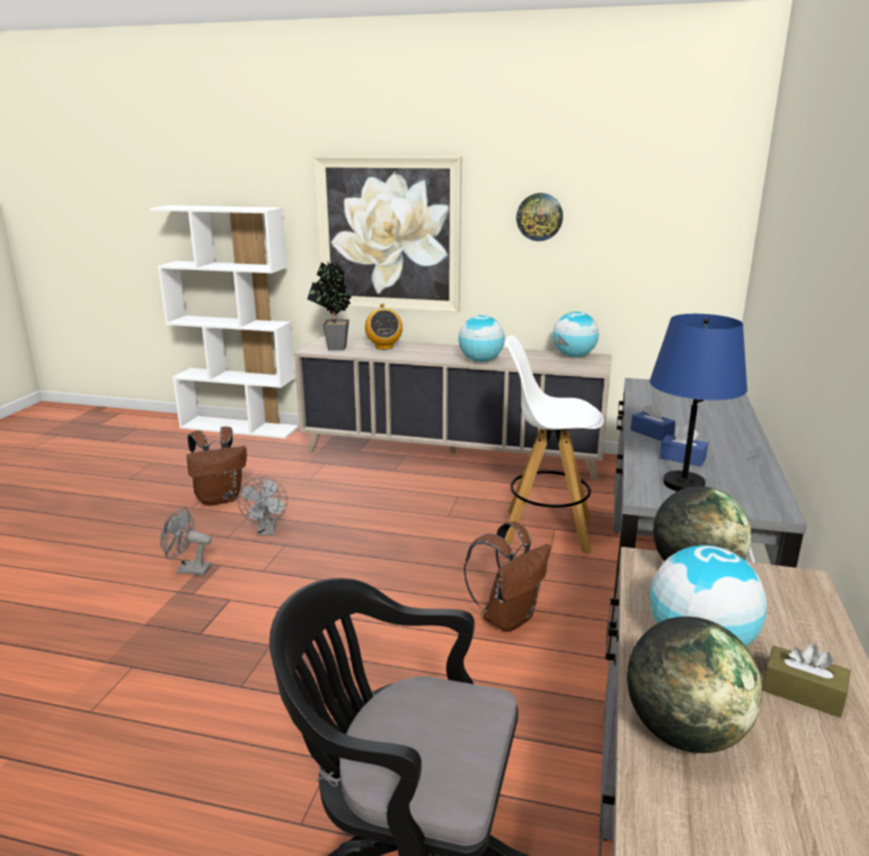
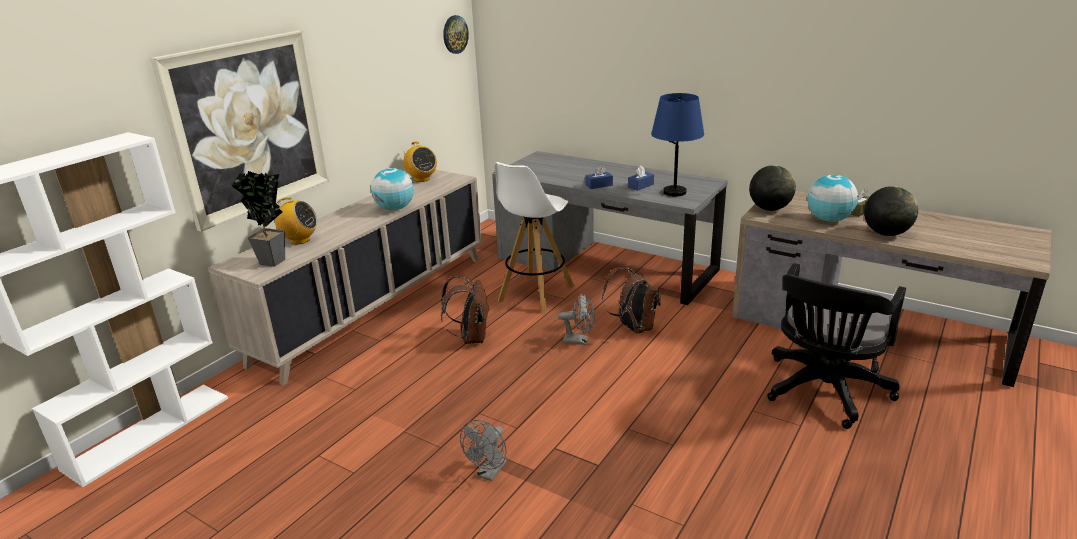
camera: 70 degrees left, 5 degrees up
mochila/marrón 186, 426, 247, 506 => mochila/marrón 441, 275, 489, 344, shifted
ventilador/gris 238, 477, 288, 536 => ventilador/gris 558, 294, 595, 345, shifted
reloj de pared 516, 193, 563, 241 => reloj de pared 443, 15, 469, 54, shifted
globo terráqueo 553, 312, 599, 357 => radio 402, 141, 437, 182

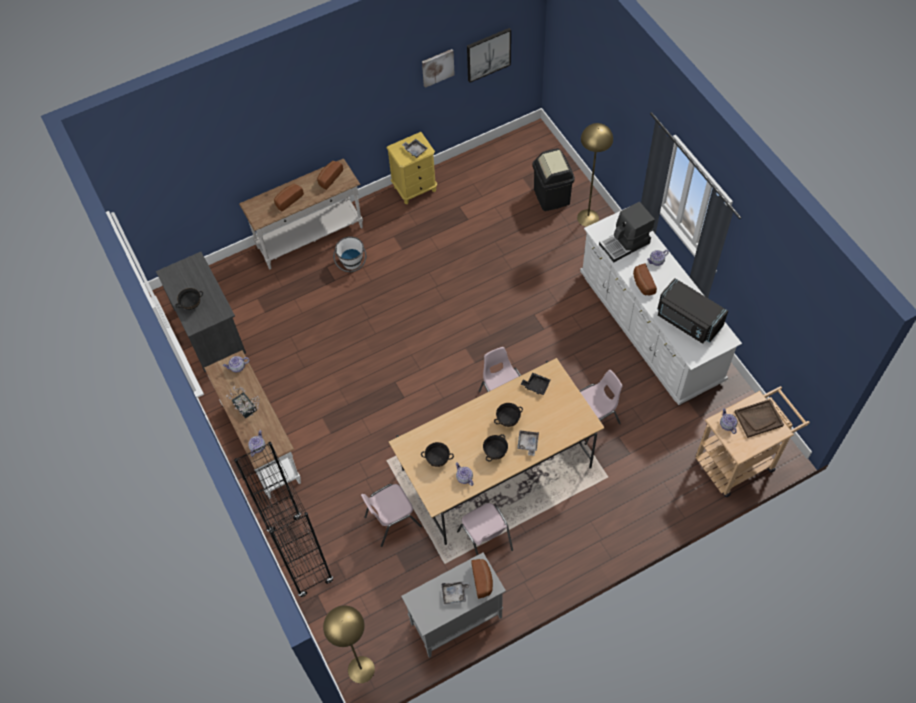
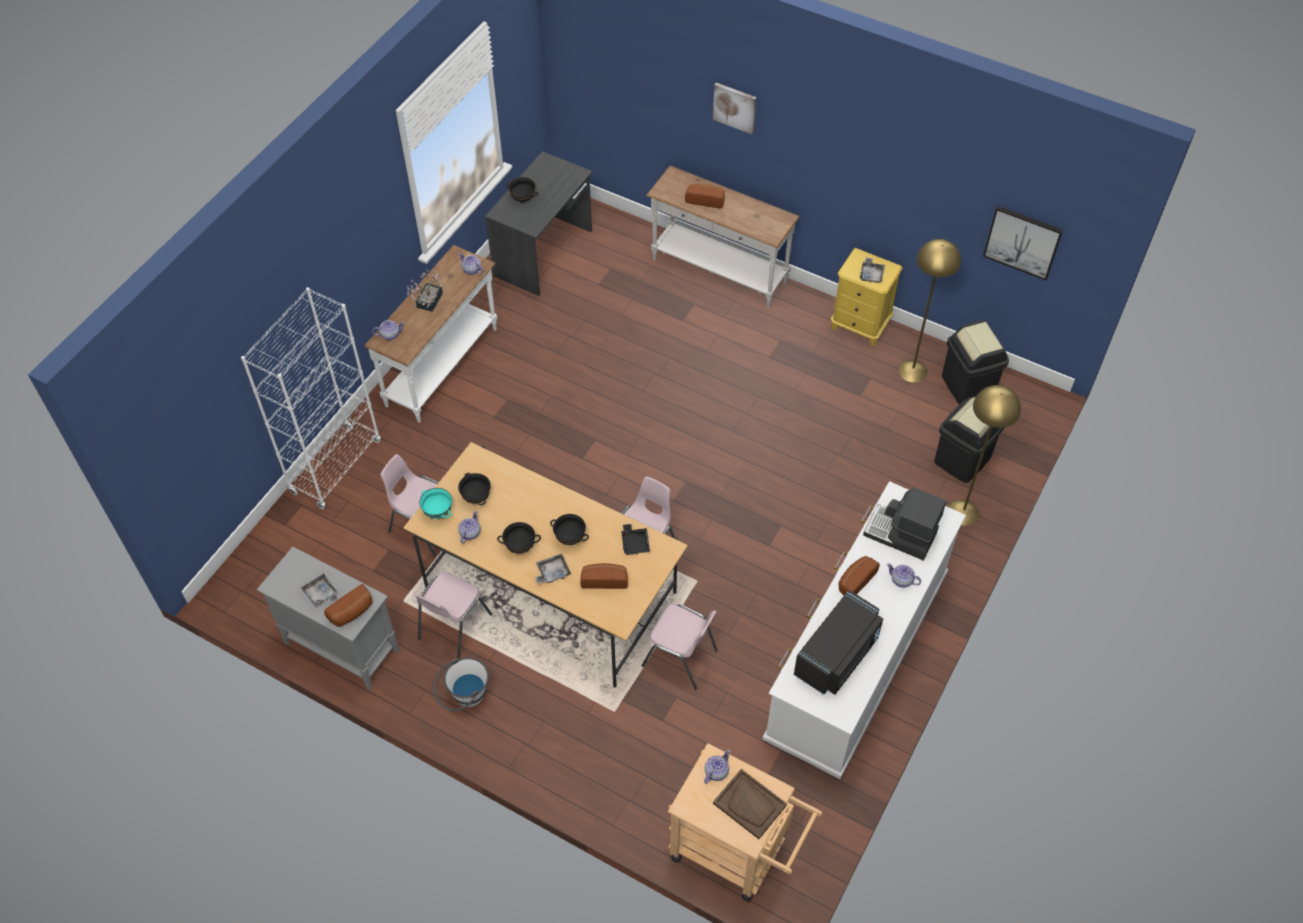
camera: 55 degrees right, 5 degrees down
nothing => cuenco/turquesa 419, 488, 452, 519
nothing => papelera/negro 942, 320, 1009, 405
pan 317, 161, 343, 190 => pan 580, 563, 628, 589, shifted
lámpara de pie/amarillo 323, 605, 375, 683 => lámpara de pie/amarillo 898, 239, 961, 383, shifted
cubo/blanco 333, 236, 366, 272 => cubo/blanco 433, 657, 489, 711, shifted
cuadro 422, 49, 455, 88 => cuadro 713, 83, 756, 134, shifted
estantería/negro 234, 442, 333, 597 => estantería/blanco 241, 287, 381, 510
microondas/negro 657, 278, 728, 344 => microondas/negro 794, 590, 883, 695, 150 degrees counterclockwise

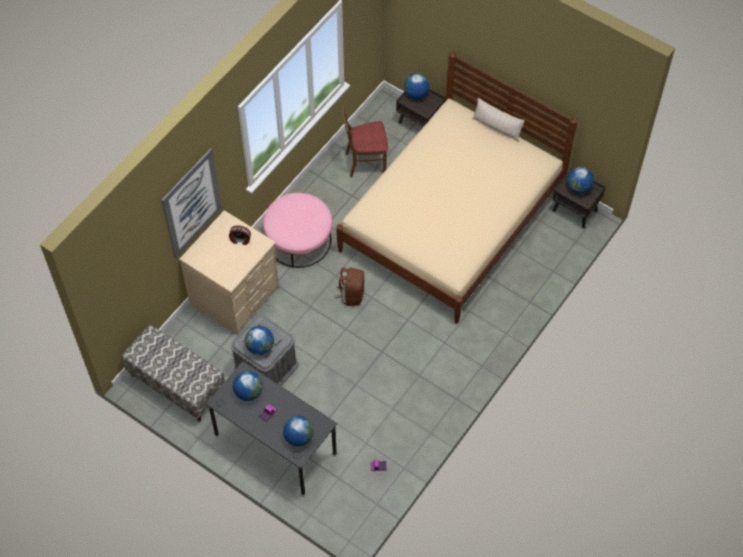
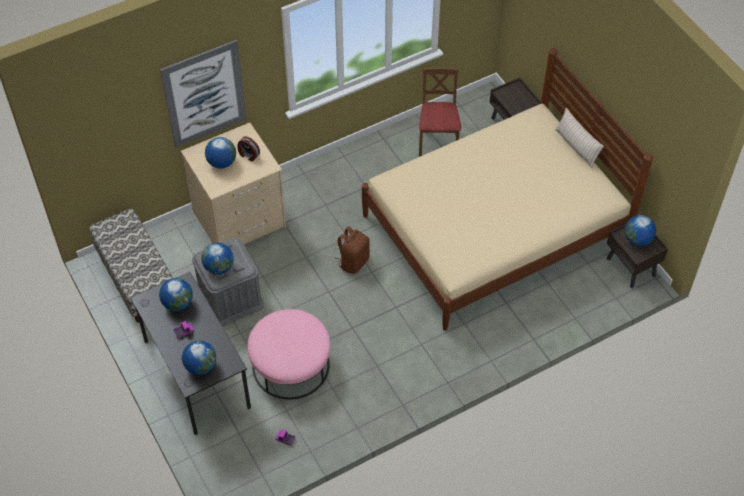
camera: 25 degrees right, 5 degrees down
puf/rosa 263, 193, 332, 268 => puf/rosa 247, 309, 330, 400, shifted
globo terráqueo 404, 73, 430, 99 => globo terráqueo 205, 137, 236, 169, shifted
silla/marrón 342, 105, 388, 177 => silla/marrón 419, 68, 461, 157, 75 degrees clockwise

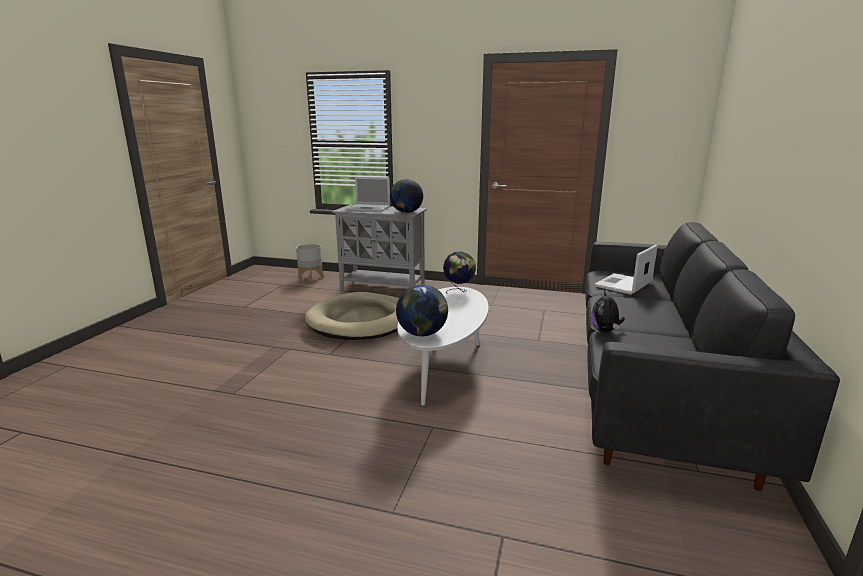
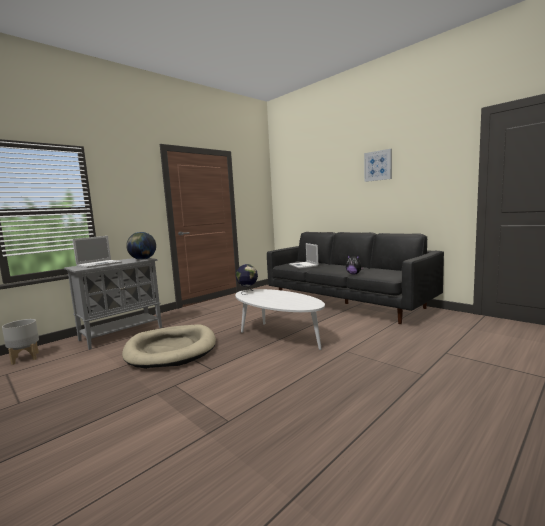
camera: 60 degrees left, 10 degrees down
globo terráqueo 396, 285, 448, 336 => nothing
nothing => cuadro 364, 149, 392, 182

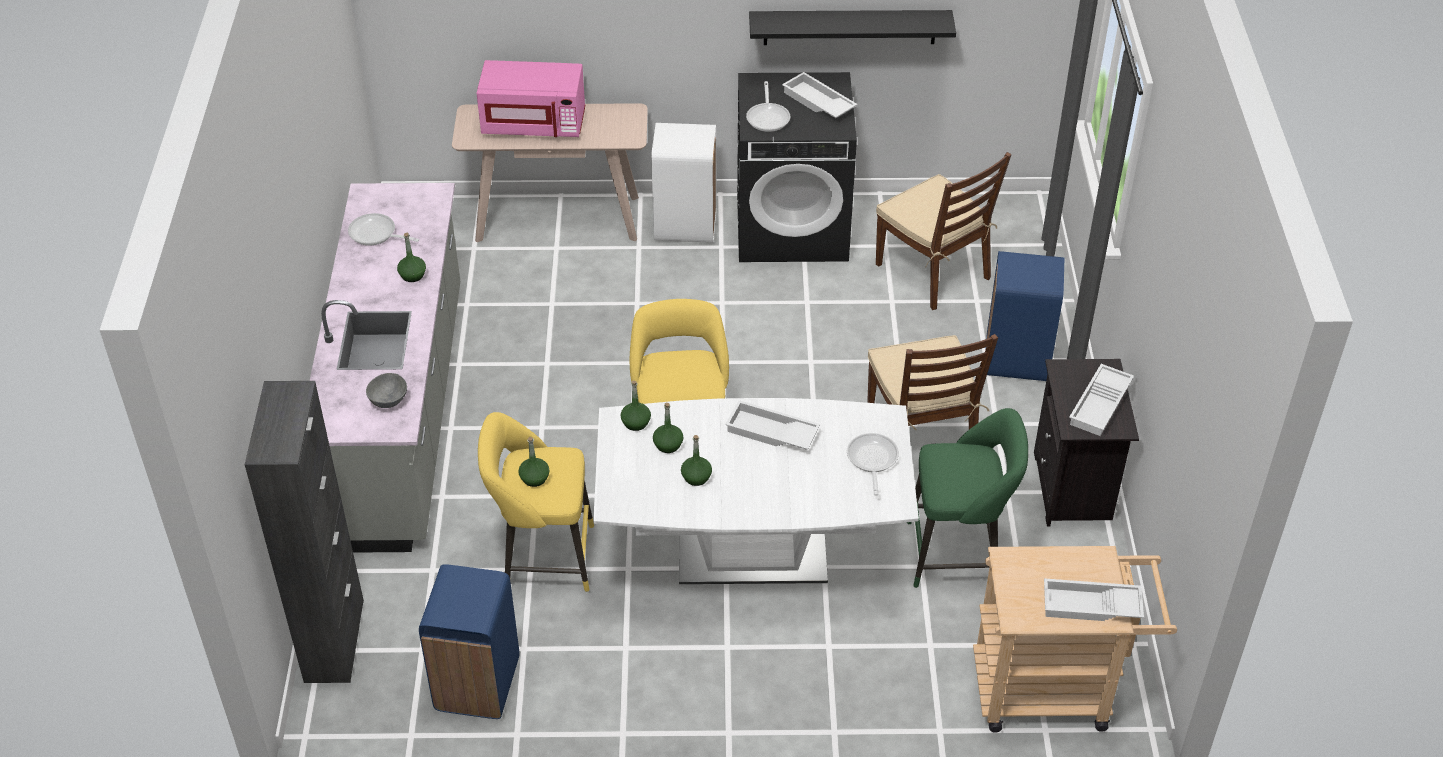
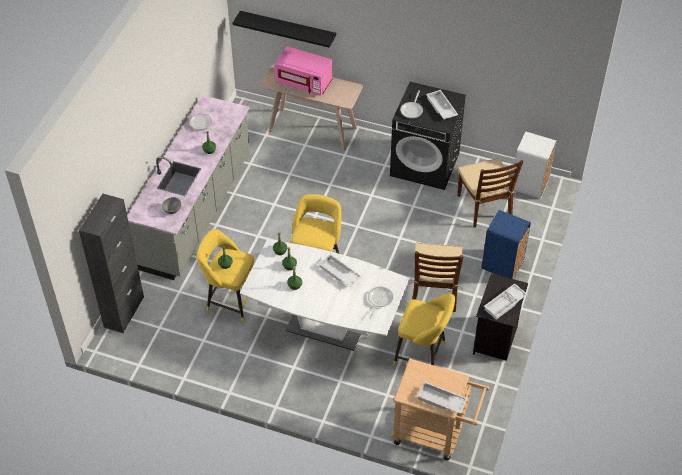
camera: 20 degrees right, 5 degrees up
papelera/azul 419, 564, 520, 719 => nothing
papelera/blanco 651, 123, 716, 243 => papelera/blanco 513, 132, 557, 199, shifted
estante/negro 749, 10, 956, 45 => estante/negro 232, 11, 336, 48, shifted
taburete/verde 907, 408, 1028, 588 => taburete/amarillo 393, 294, 455, 366

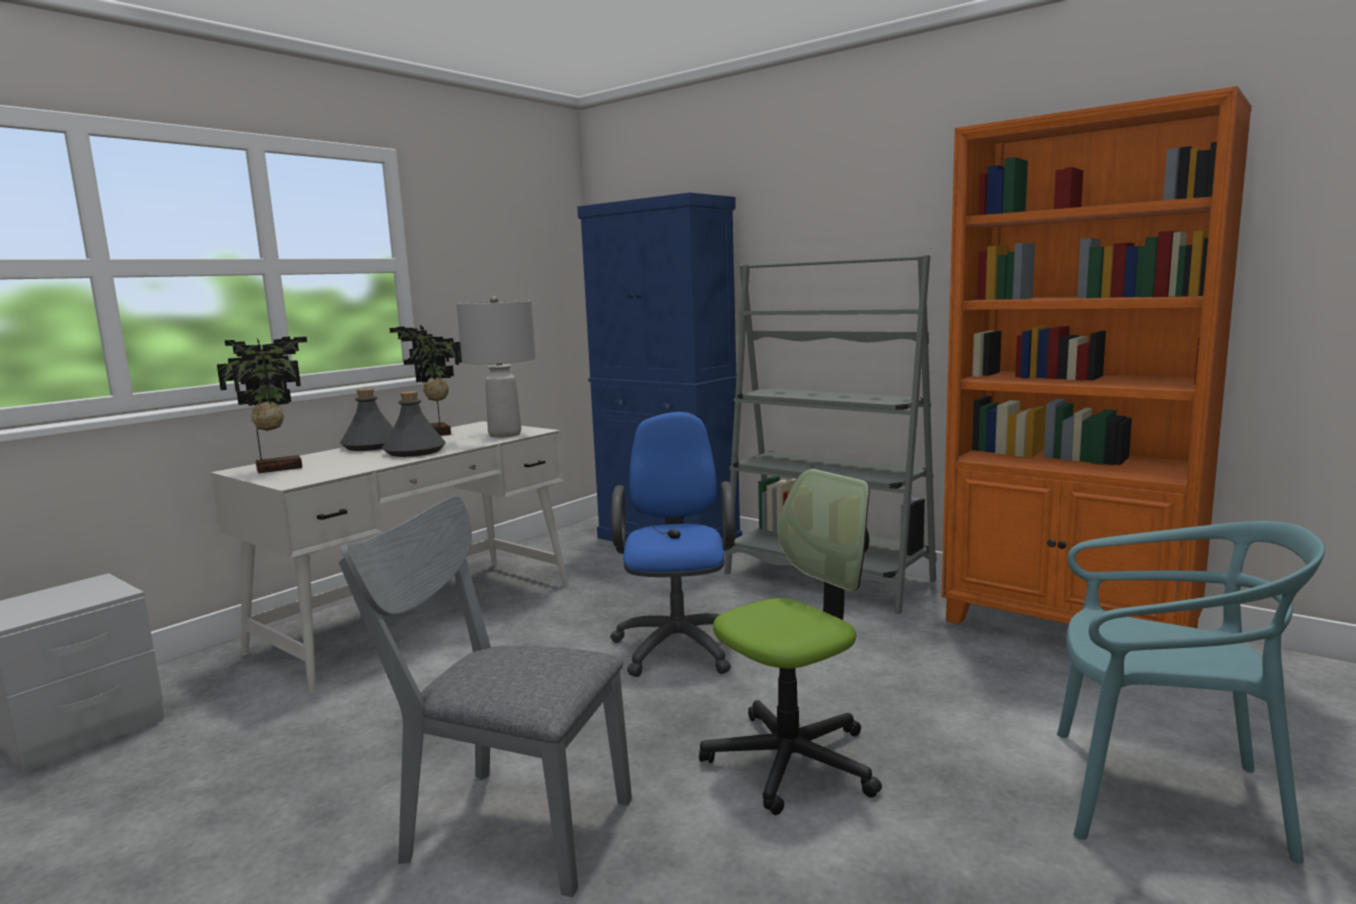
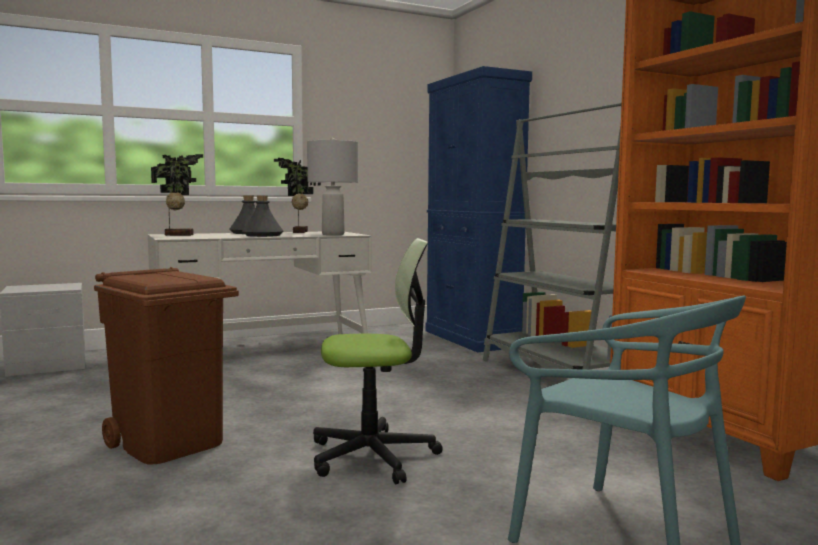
camera: 25 degrees right, 5 degrees down
silla de oficina/azul 610, 412, 735, 677 => nothing
silla/gris 338, 496, 632, 897 => papelera/marrón 94, 267, 239, 464

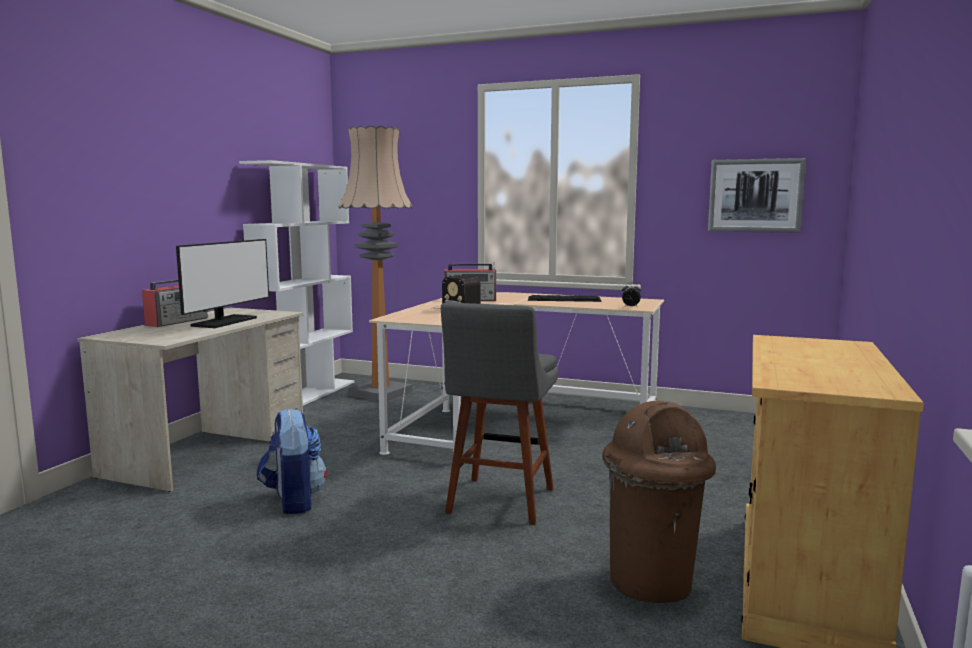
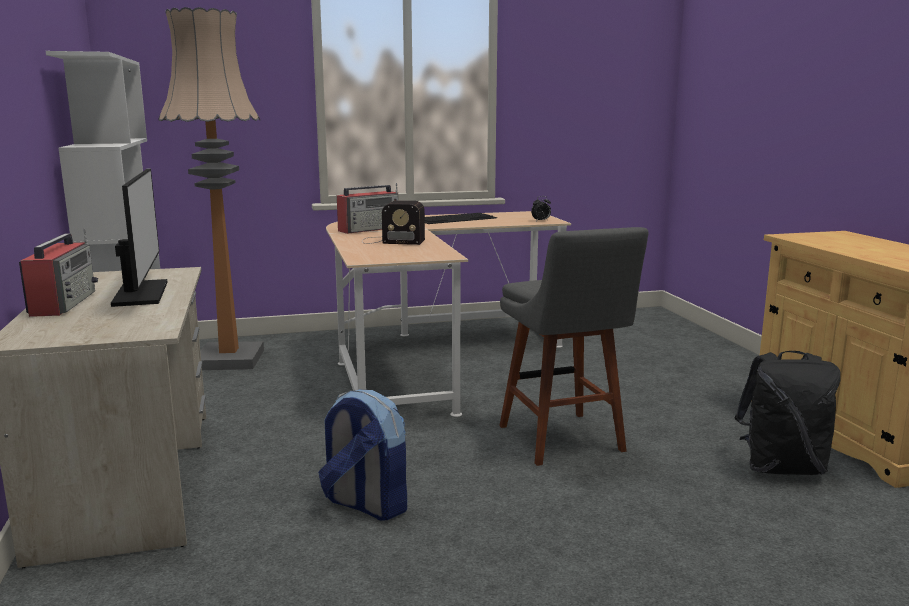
camera: 35 degrees left, 5 degrees up
cuadro 708, 158, 806, 233 => nothing
papelera/marrón 602, 401, 716, 603 => mochila/negro 735, 351, 841, 475

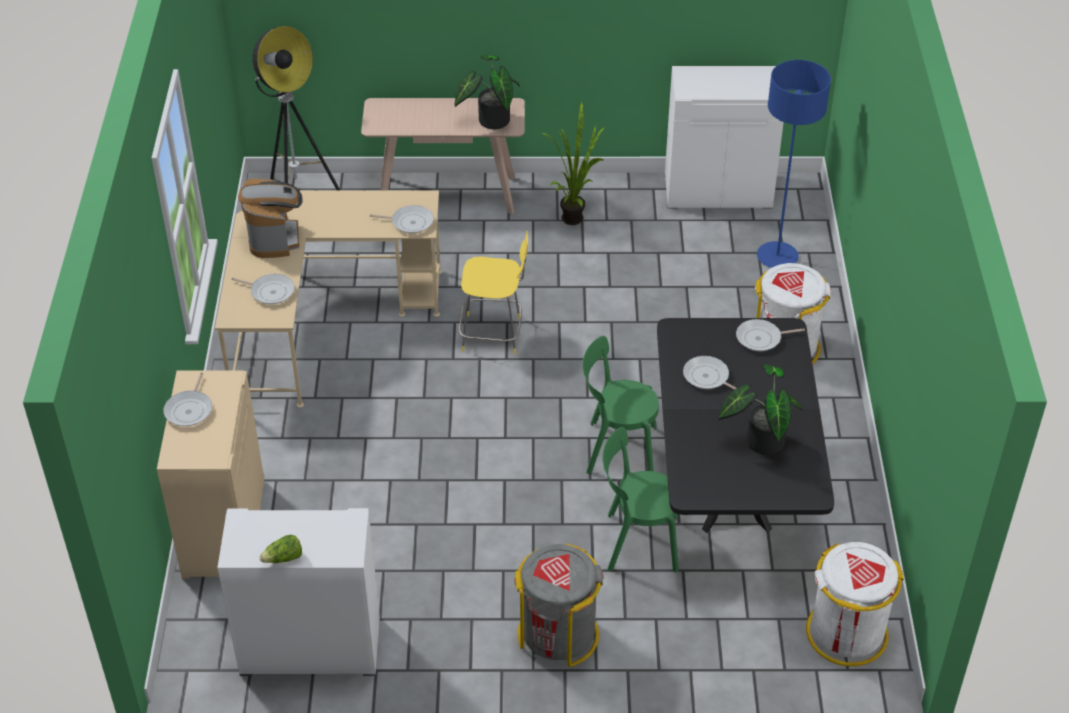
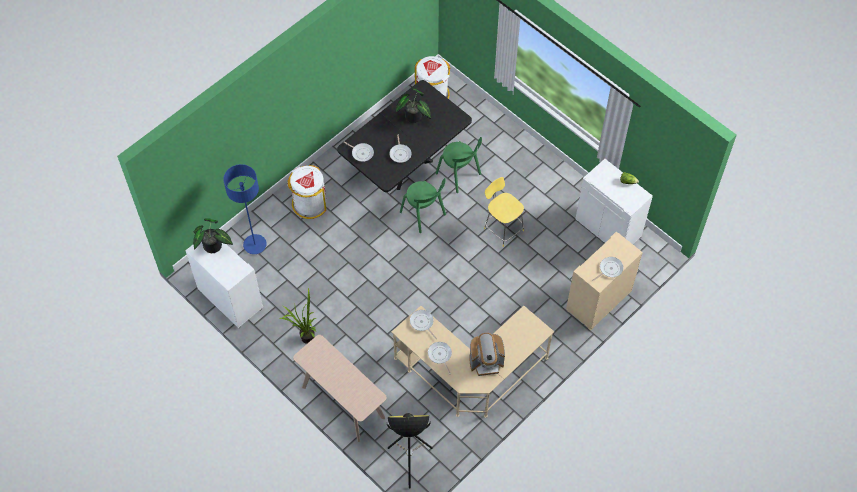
camera: 135 degrees left, 15 degrees up
papelera/gris 514, 544, 604, 667 => nothing
sartén 231, 274, 295, 304 => sartén 428, 342, 452, 374, shifted
planta en maceta 454, 55, 520, 129 => planta en maceta 193, 218, 233, 253, shifted
taburete/amarillo 459, 231, 528, 355 => taburete/amarillo 484, 177, 524, 247, shifted
cafetera 238, 179, 303, 258 => cafetera 469, 333, 505, 376, 135 degrees counterclockwise

